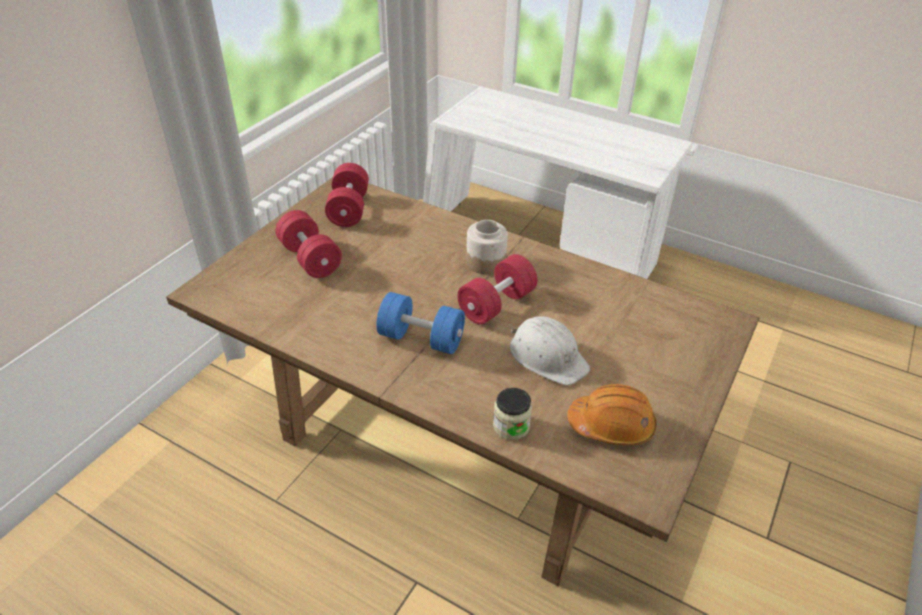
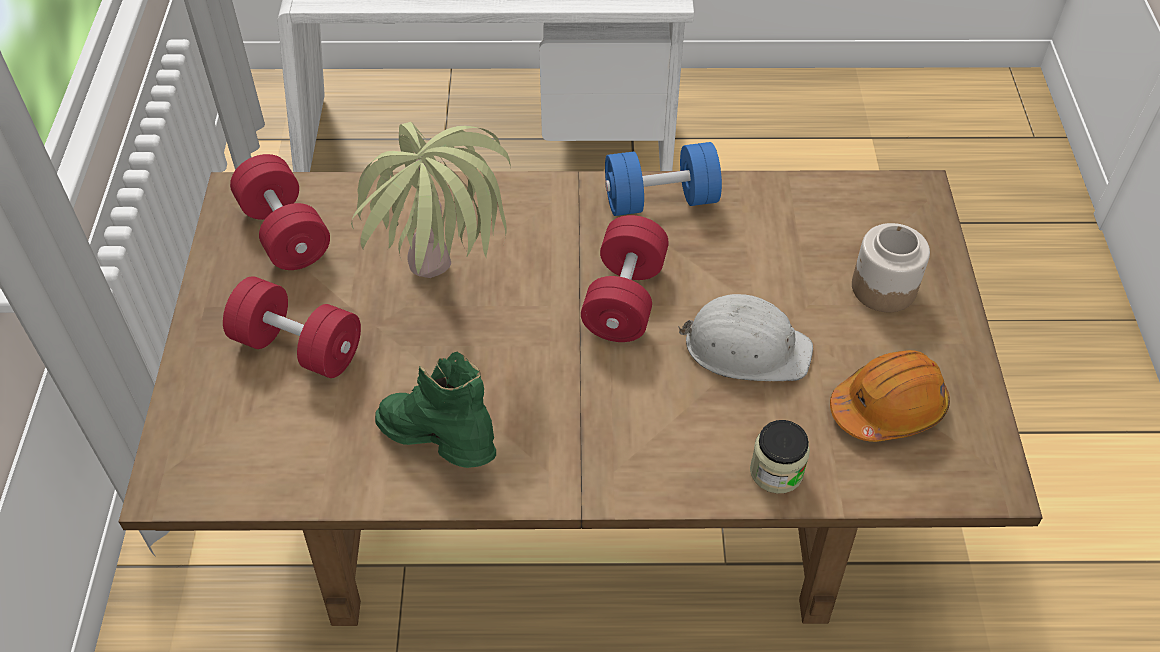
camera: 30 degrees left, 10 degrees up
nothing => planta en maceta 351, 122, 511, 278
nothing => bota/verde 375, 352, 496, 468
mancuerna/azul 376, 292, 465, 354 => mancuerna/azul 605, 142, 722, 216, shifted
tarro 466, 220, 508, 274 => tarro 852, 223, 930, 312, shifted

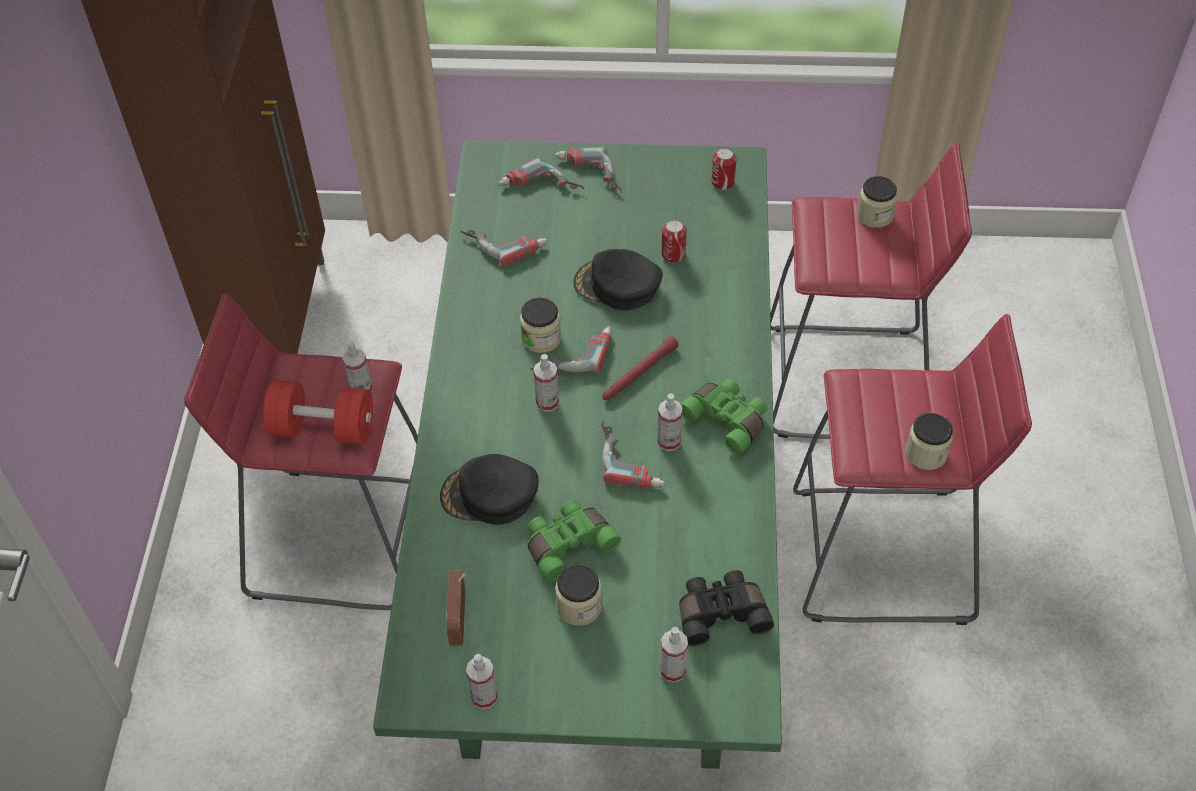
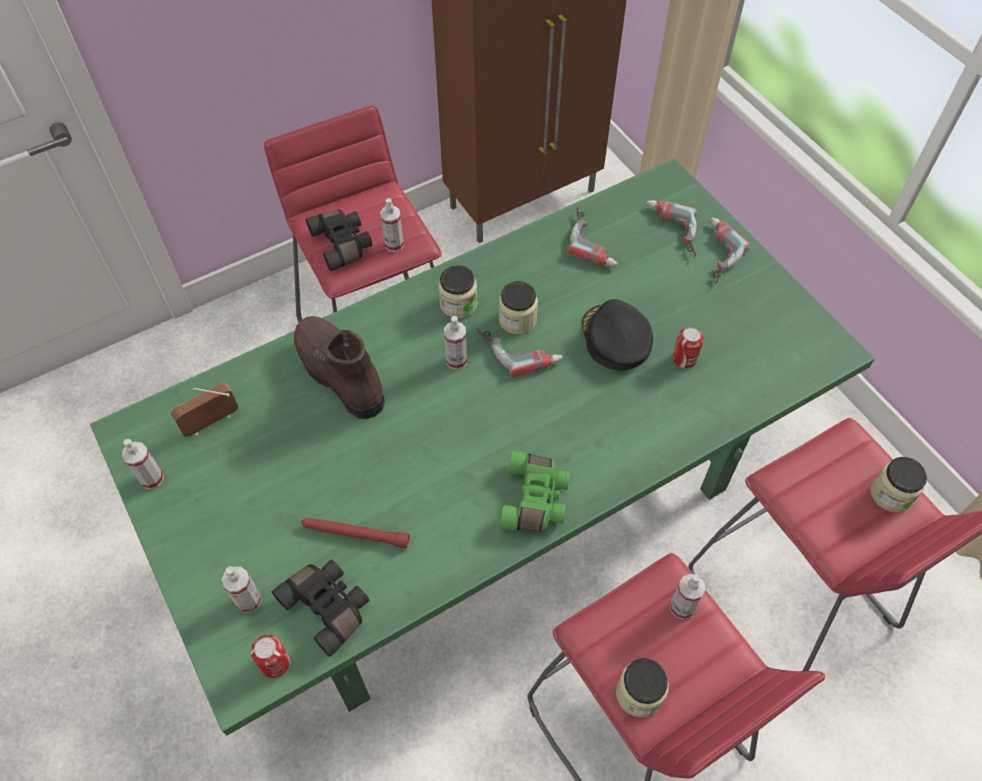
camera: 55 degrees right, 5 degrees up
prismáticos/verde 528, 500, 621, 582 => nothing
taladro 601, 421, 665, 488 => nothing
tarro 555, 564, 602, 626 => tarro 438, 265, 477, 318, shifted
linterna/rojo 602, 336, 679, 400 => linterna/rojo 301, 518, 410, 548, shifted
pulverizador 657, 393, 682, 451 => pulverizador 670, 574, 706, 620, shifted
lata 712, 148, 737, 190 => lata 251, 635, 290, 678, shifted
mancuerna/rojo 263, 380, 373, 445 => prismáticos/negro 306, 210, 372, 271
gorra/negro 440, 454, 538, 525 => bota/marrón 294, 316, 385, 419

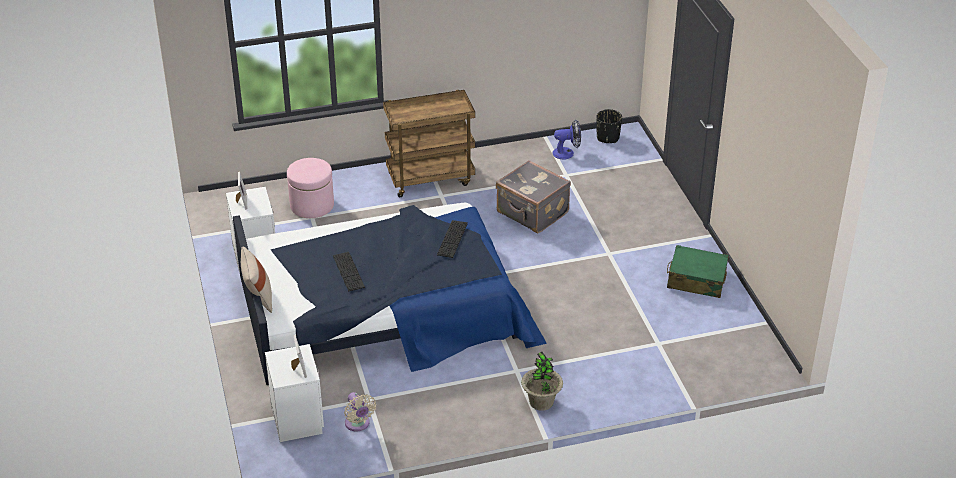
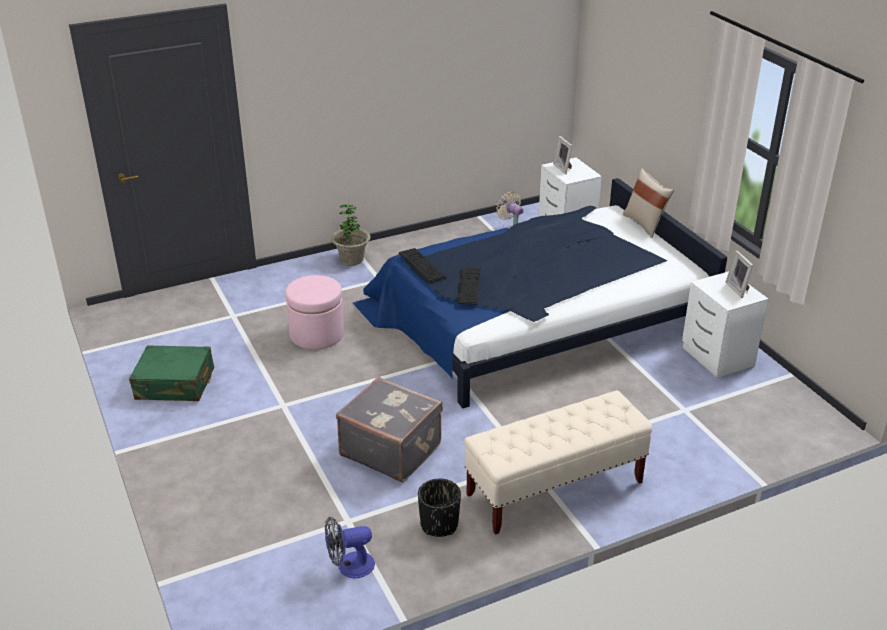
camera: 170 degrees right, 5 degrees down
puf/rosa 287, 158, 334, 218 => puf/rosa 285, 275, 344, 350, shifted
teclado 333, 252, 365, 291 => teclado 399, 248, 447, 283, shifted
maceta/negro 596, 109, 622, 143 => maceta/negro 418, 479, 461, 537, shifted
carrito/marrón 383, 90, 475, 197 => banco/beis 464, 390, 653, 535

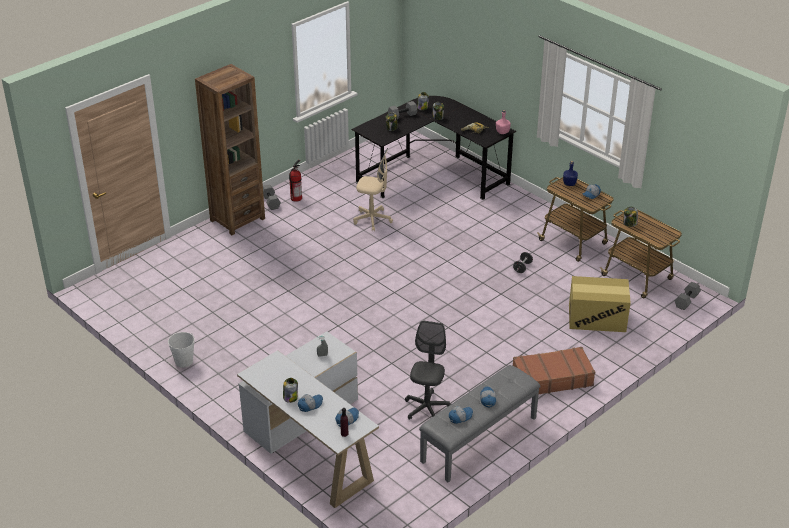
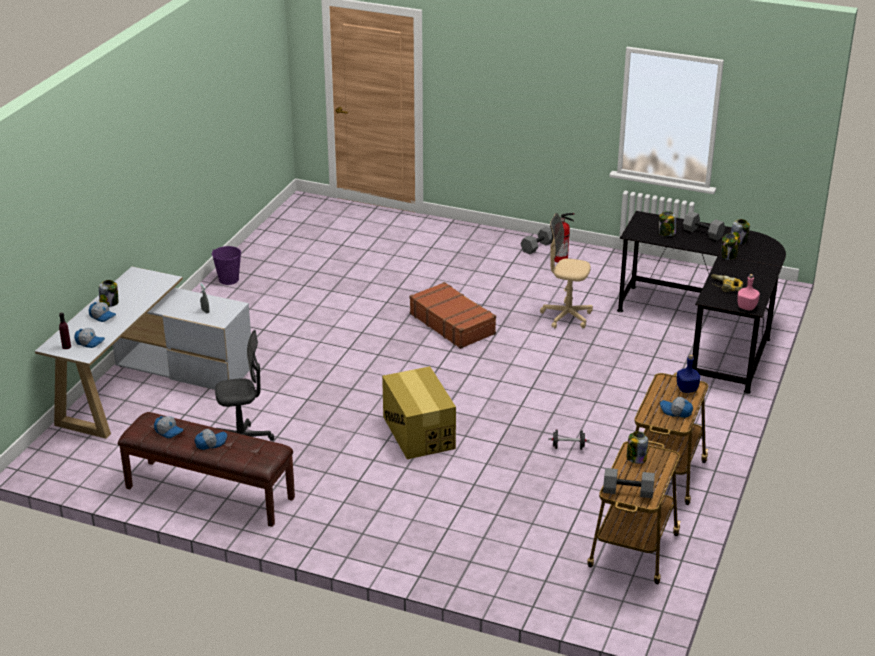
camera: 65 degrees right, 5 degrees down
estantería/marrón 195, 64, 265, 235 => nothing
maleta/marrón 513, 347, 595, 394 => maleta/marrón 409, 282, 496, 349, shifted
caja de cartón 569, 276, 631, 332 => caja de cartón 382, 366, 456, 459, shifted
mancuerna/gris 675, 282, 701, 310 => mancuerna/gris 603, 468, 655, 498, shifted
cubo/blanco 168, 332, 195, 368 => cubo/morado 212, 246, 241, 285
banco/gris 419, 365, 541, 482 => banco/marrón 118, 412, 295, 527
silla de oficina/beis 353, 148, 393, 231 => silla de oficina/beis 540, 213, 593, 329, 120 degrees clockwise

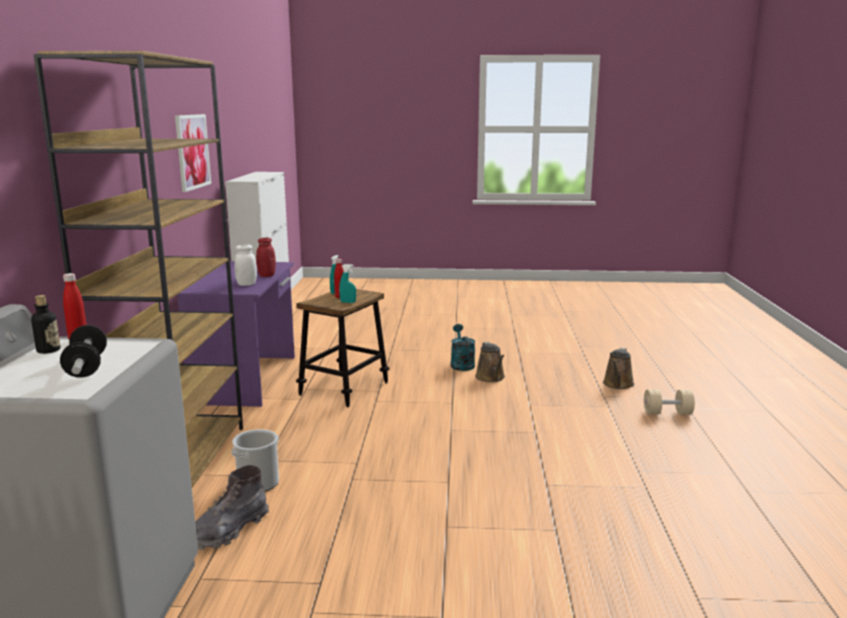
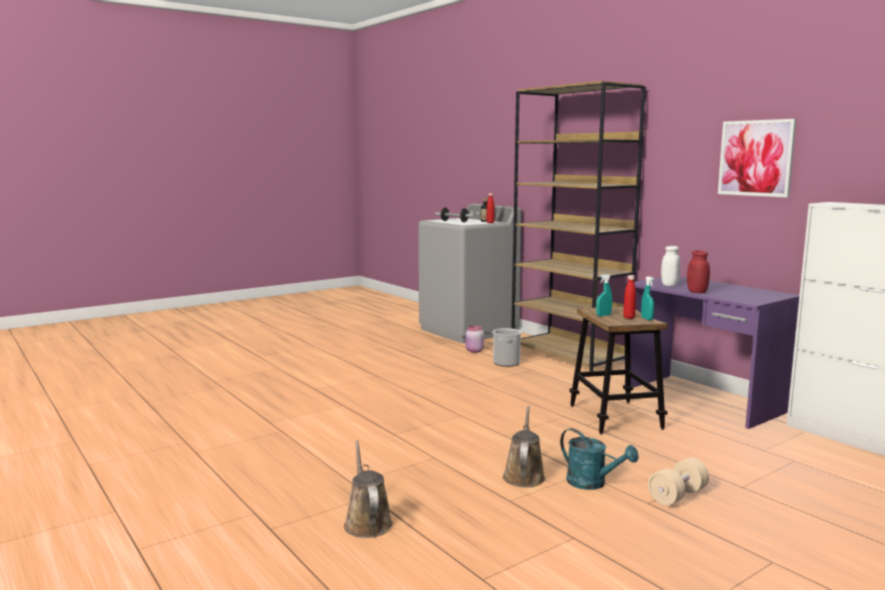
camera: 140 degrees right, 5 degrees down
mancuerna/beis 644, 389, 695, 415 => mancuerna/beis 648, 457, 709, 506, shifted
bota/gris 195, 465, 269, 550 => tarro/rosa 465, 325, 484, 353
regadera/marrón 475, 342, 505, 382 => regadera/marrón 503, 406, 545, 488, 60 degrees clockwise

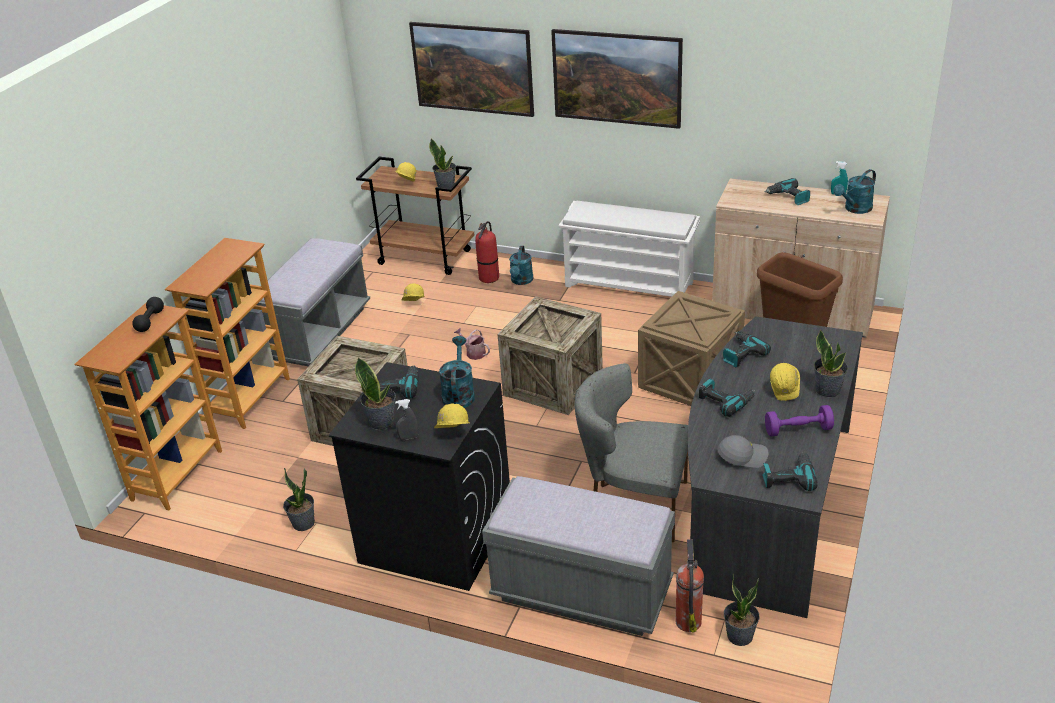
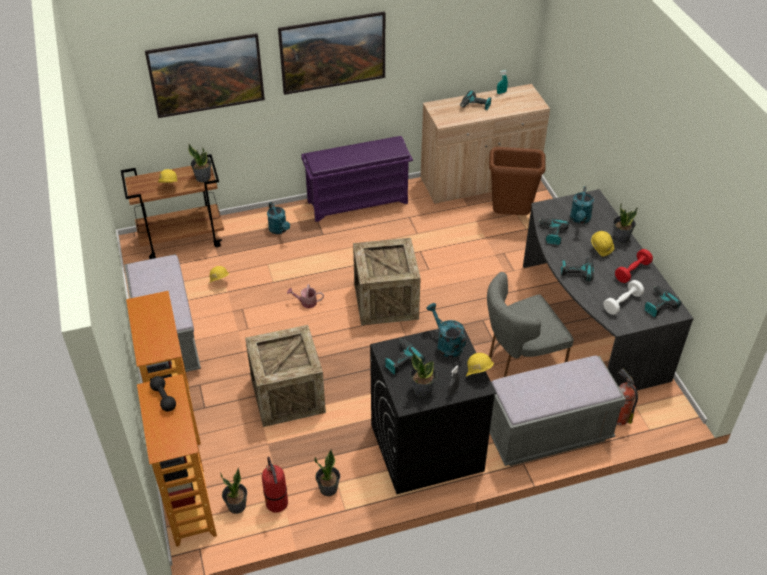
camera: 40 degrees left, 10 degrees up
caja de embalaje 638, 291, 745, 406 => nothing
extintor 475, 221, 499, 283 => extintor 262, 457, 288, 513, shifted
planta en maceta 724, 574, 760, 646 => planta en maceta 220, 467, 247, 514, shifted
regadera/turquesa 833, 169, 876, 214 => regadera/turquesa 570, 186, 594, 224, shifted
gorra/gris 717, 435, 769, 468 => mancuerna/blanco 604, 280, 644, 315
zapatero/blanco 558, 201, 700, 297 => zapatero/morado 301, 136, 413, 222
mancuerna/morado 765, 405, 834, 437 => mancuerna/rojo 615, 249, 653, 283

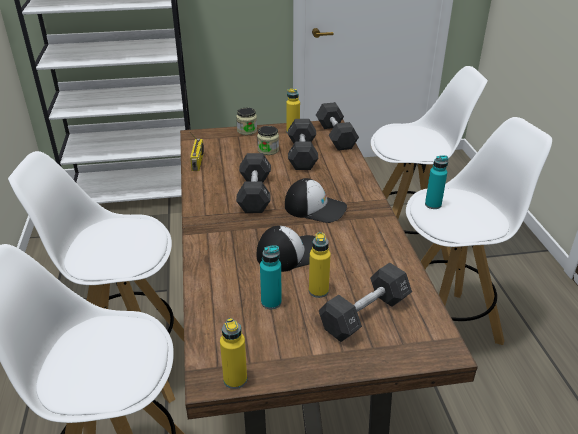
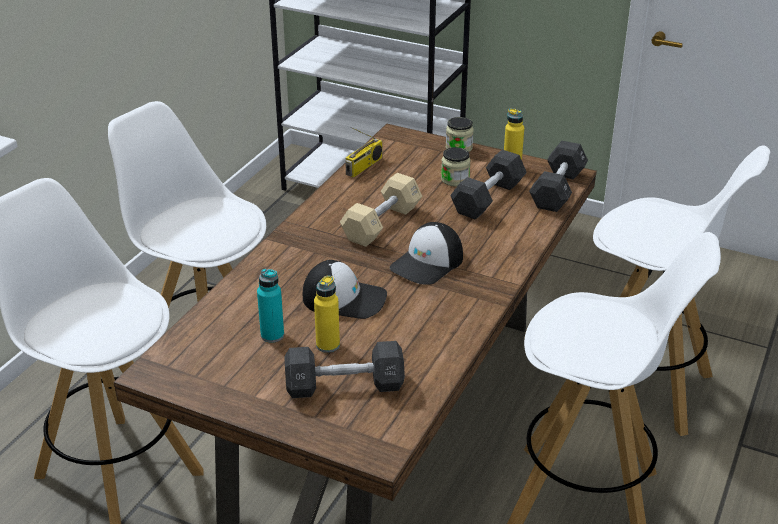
camera: 35 degrees right, 0 degrees up
botella/amarillo 220, 318, 247, 389 => nothing
botella/turquesa 425, 155, 448, 209 => nothing
mancuerna/negro 236, 153, 271, 213 => mancuerna/beis 340, 173, 422, 247
gorra 285, 178, 347, 223 => gorra 390, 222, 463, 285, 75 degrees clockwise

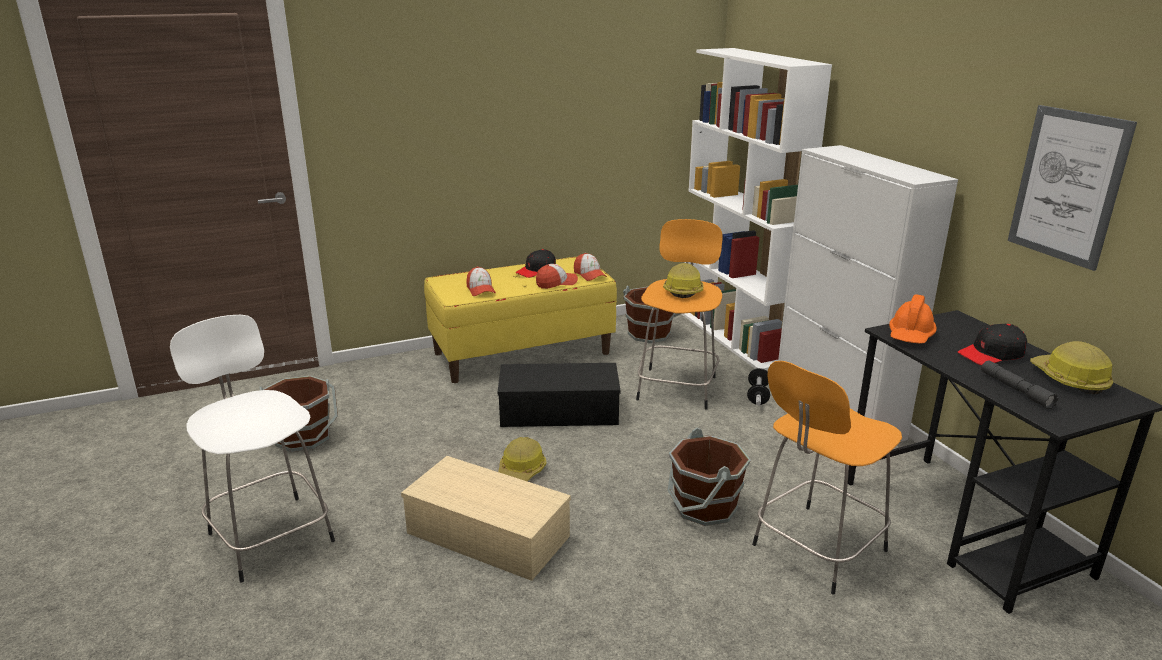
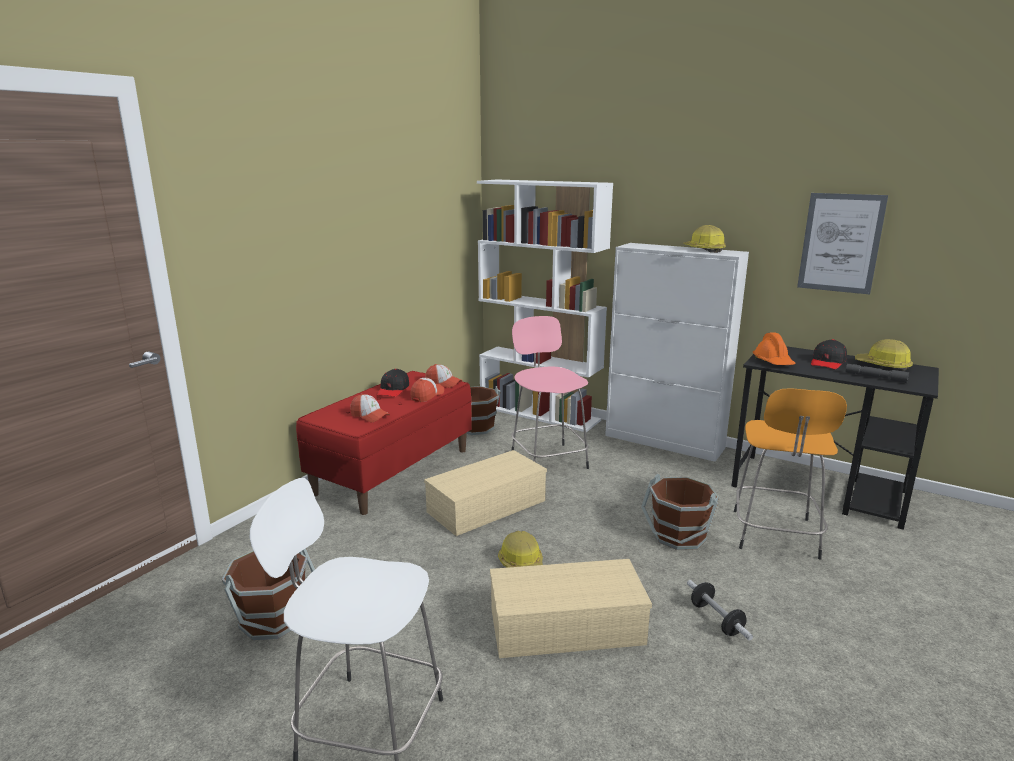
camera: 35 degrees left, 5 degrees down
casco 663, 263, 704, 298 => casco 683, 225, 726, 253, shifted
mancuerna 747, 368, 770, 406 => mancuerna 687, 580, 753, 641, shifted
banco/amarillo 424, 256, 617, 383 => banco/rojo 296, 371, 472, 515
caja de almacenaje/negro 498, 363, 621, 427 => caja de almacenaje/beis 424, 450, 547, 536
taburete/naranja 636, 219, 723, 409 => taburete/rosa 511, 316, 589, 469

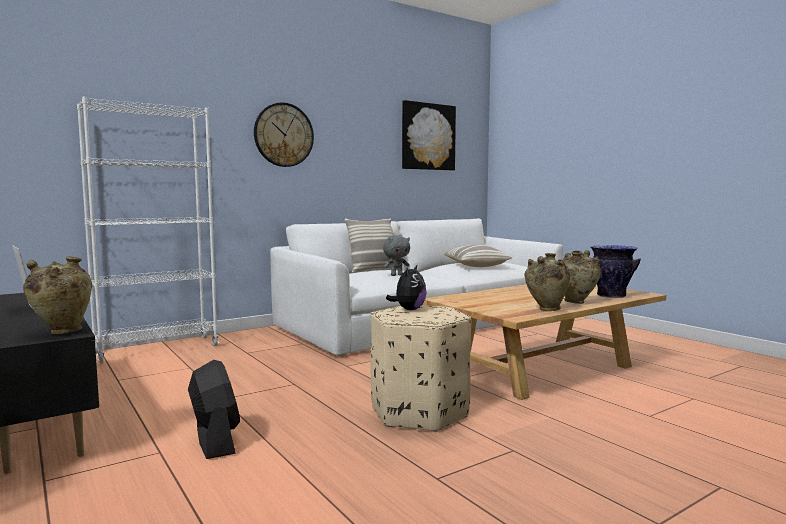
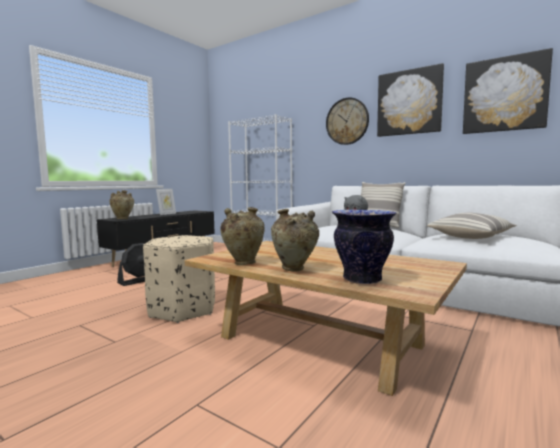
camera: 70 degrees right, 0 degrees up
peluche 386, 265, 426, 310 => nothing
nothing => cuadro 377, 63, 444, 137

